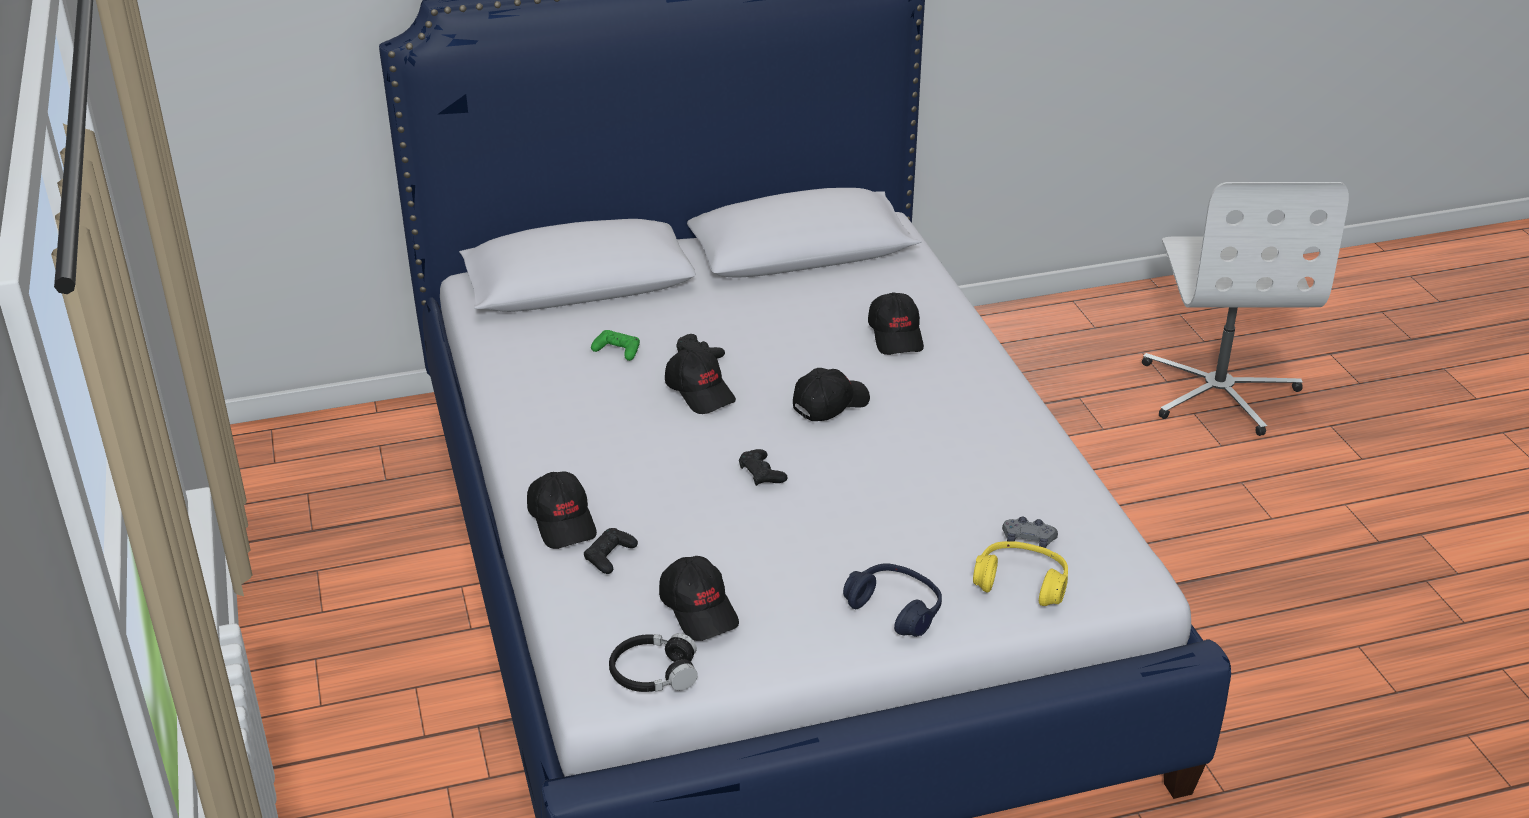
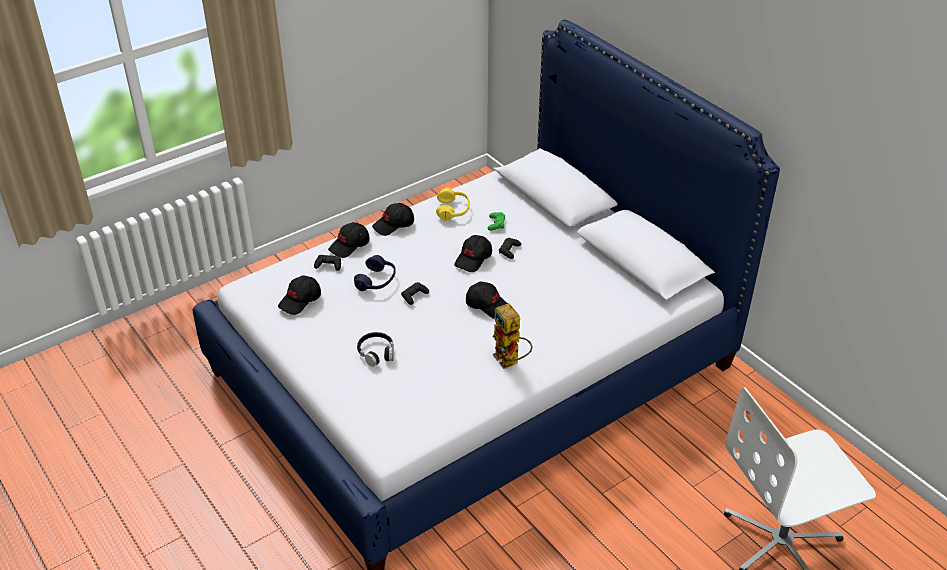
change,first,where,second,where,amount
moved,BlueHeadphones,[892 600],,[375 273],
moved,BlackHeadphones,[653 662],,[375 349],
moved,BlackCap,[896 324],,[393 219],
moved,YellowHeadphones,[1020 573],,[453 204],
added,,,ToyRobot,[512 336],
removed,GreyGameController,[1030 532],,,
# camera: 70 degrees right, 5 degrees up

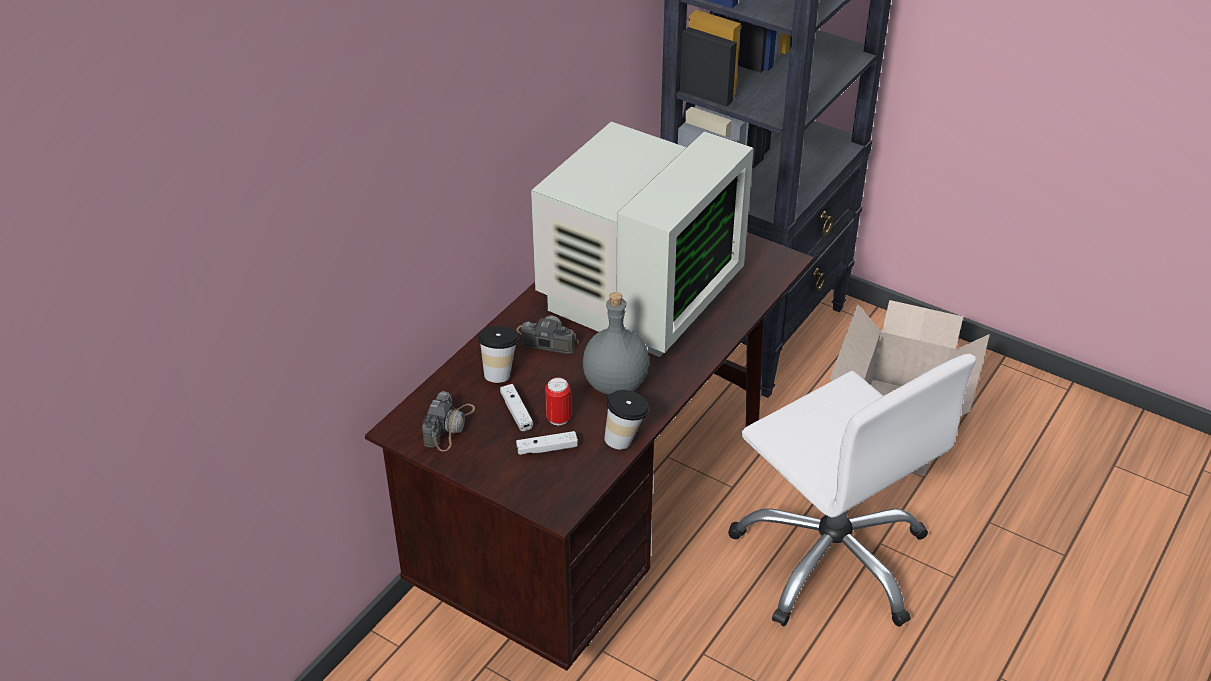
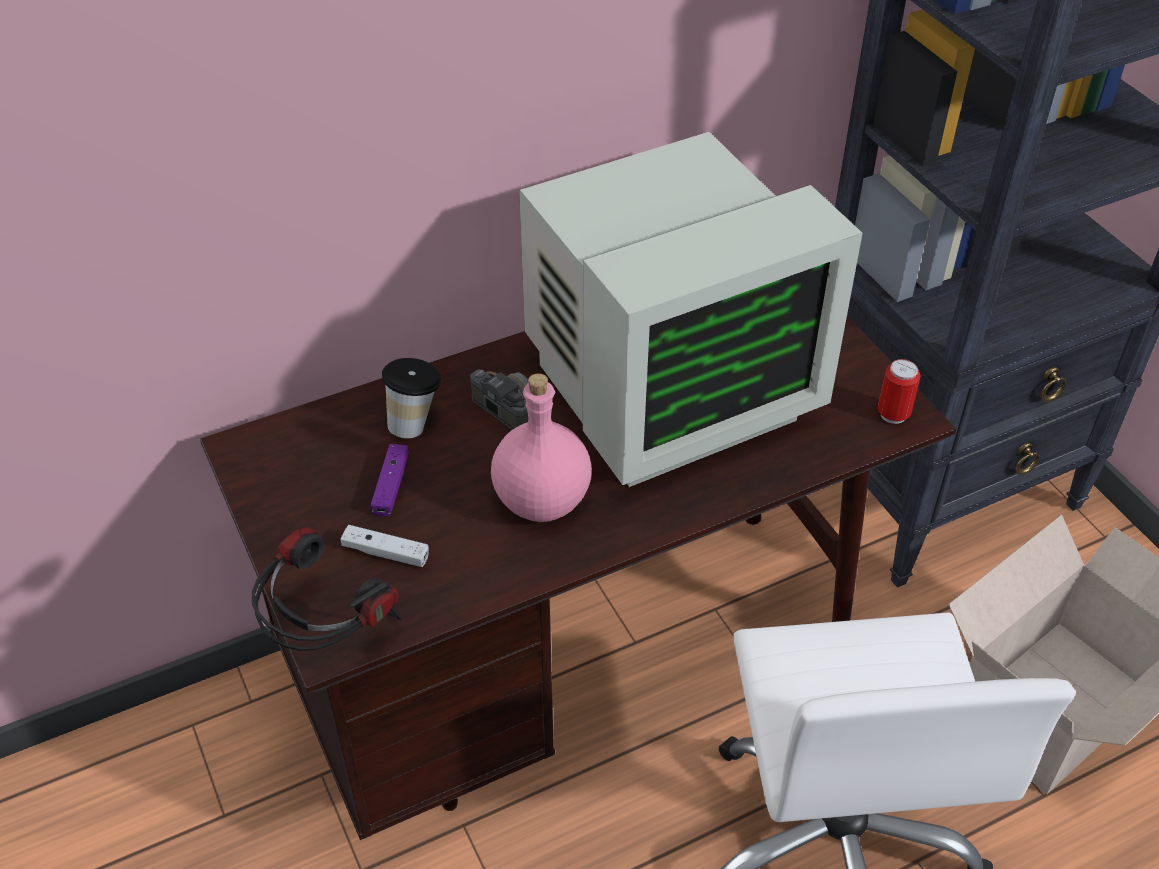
change,first,where,second,where,amount
added,,,Headphones,[327 589],
recoloured,WhiteGameController,[516 407],PurpleGameController,[390 480],
recoloured,GreyBottle,[616 343],PinkBottle,[541 447],
moved,Can,[558 401],,[899 391],
removed,PhotoCamera,[448 421],,,
removed,Cup,[626 420],,,
# camera: 30 degrees right, 5 degrees up

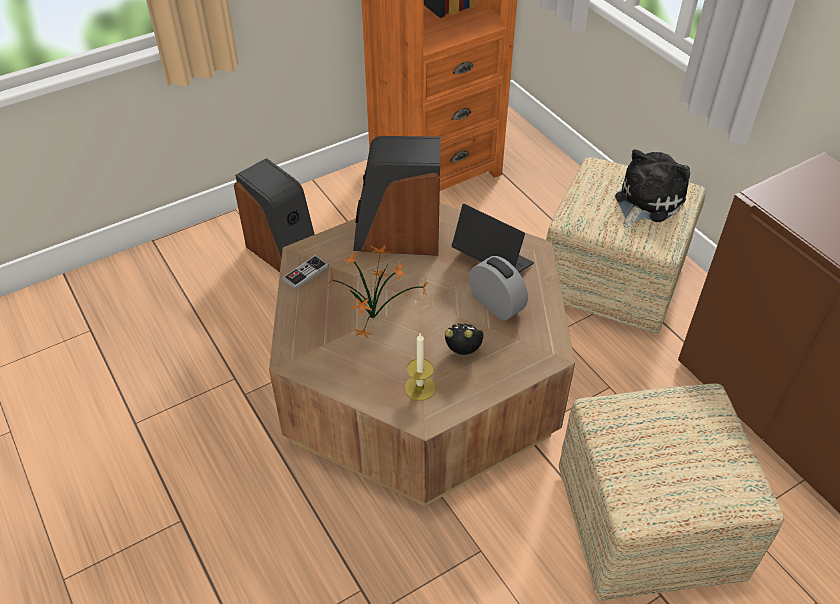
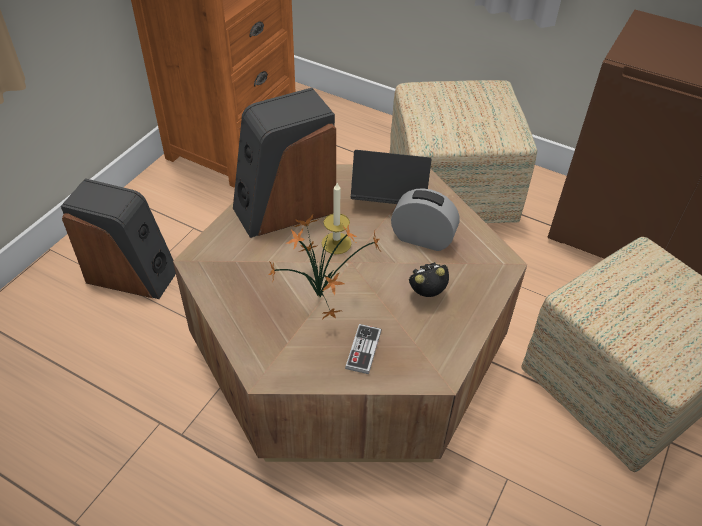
change,first,where,second,where,amount
moved,Candle,[420 367],,[337 218],
moved,GameController,[306 272],,[363 349],
removed,PlushToy,[652 188],,,
# camera: 30 degrees left, 0 degrees up

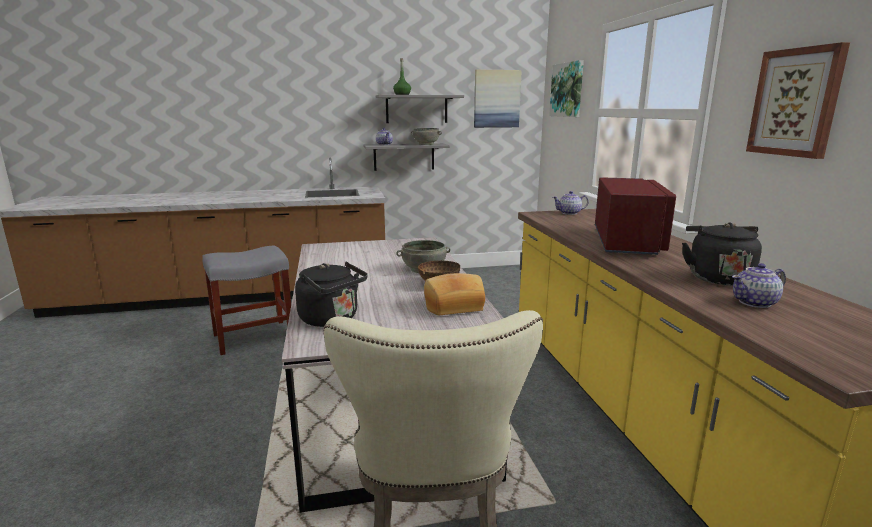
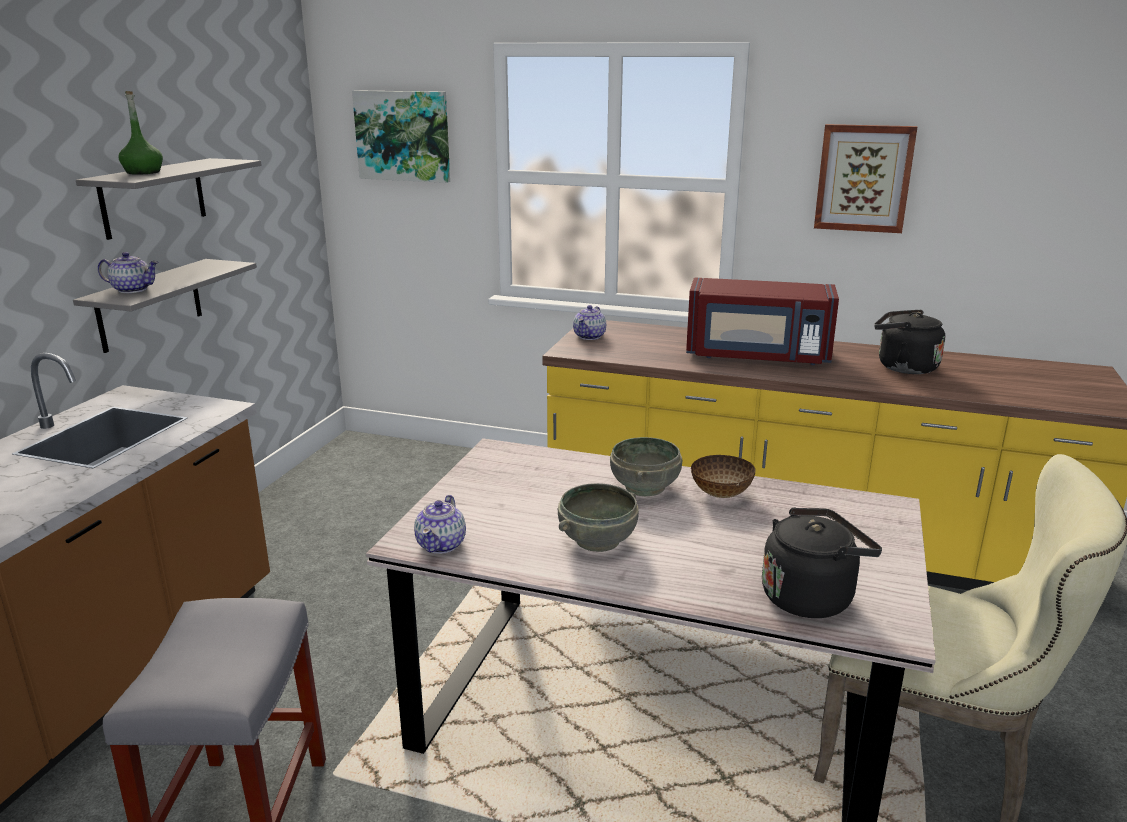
change,first,where,second,where,amount
moved,Teapot,[759 285],,[440 524],
moved,GreyBowl,[426 136],,[598 517],
turned,RedMicrowave,[635 216],,[762 321],150 degrees clockwise
removed,Bread,[454 294],,,
removed,Picture,[498 98],,,
# camera: 60 degrees left, 5 degrees up

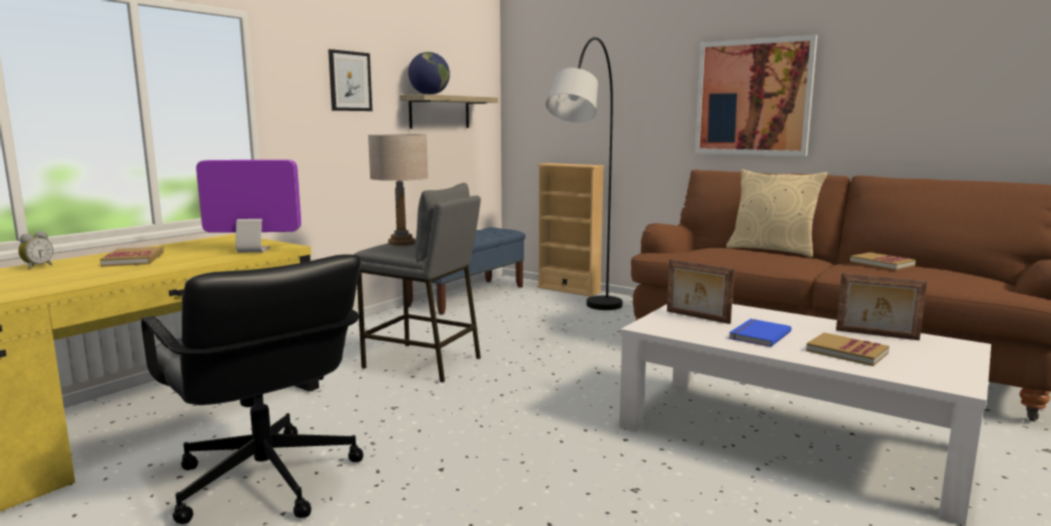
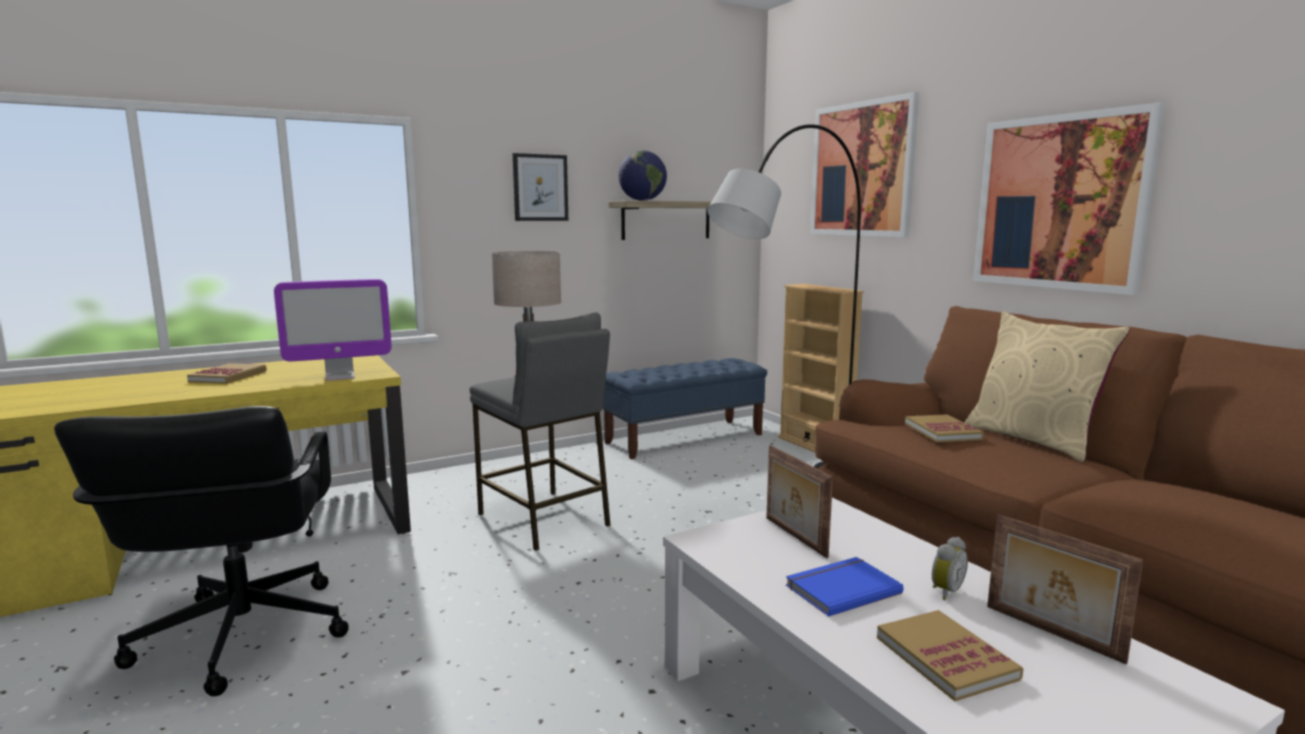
change,first,where,second,where,amount
turned,Monitor,[248 206],,[333 330],135 degrees clockwise
added,,,Picture,[864 164],
moved,Book,[883 261],,[944 428],
moved,AlarmClock,[35 250],,[950 568],
# camera: 25 degrees right, 0 degrees up

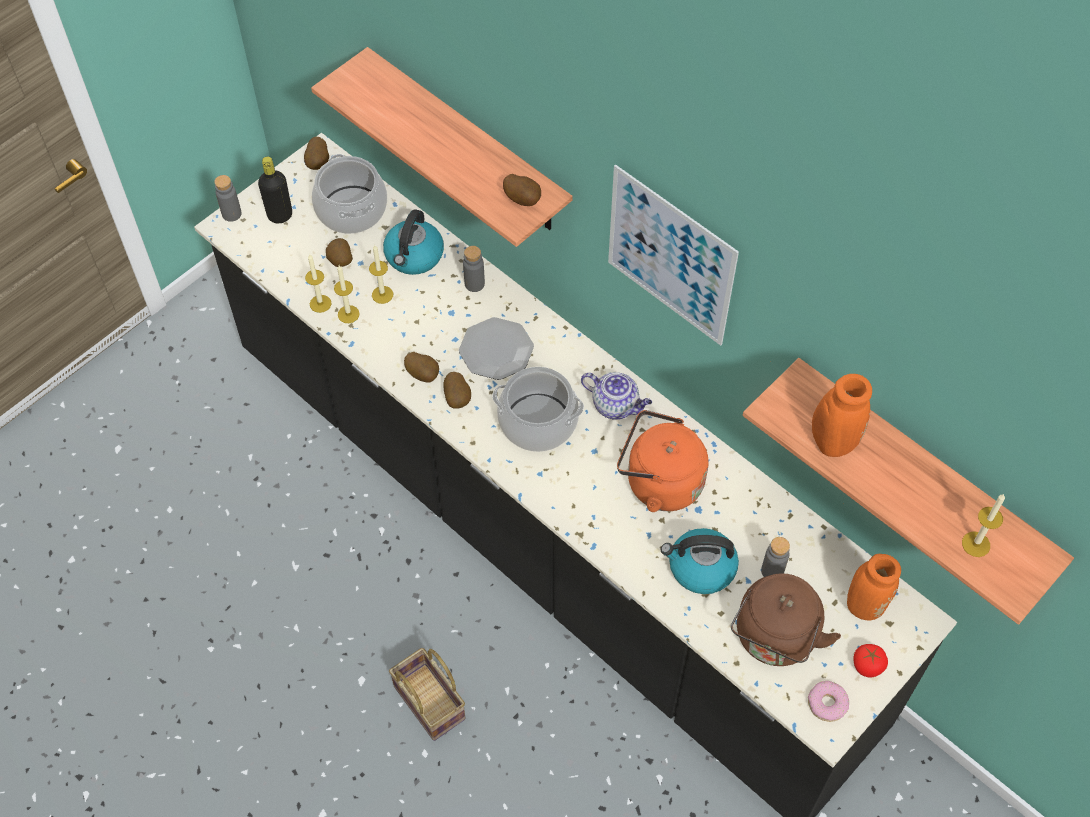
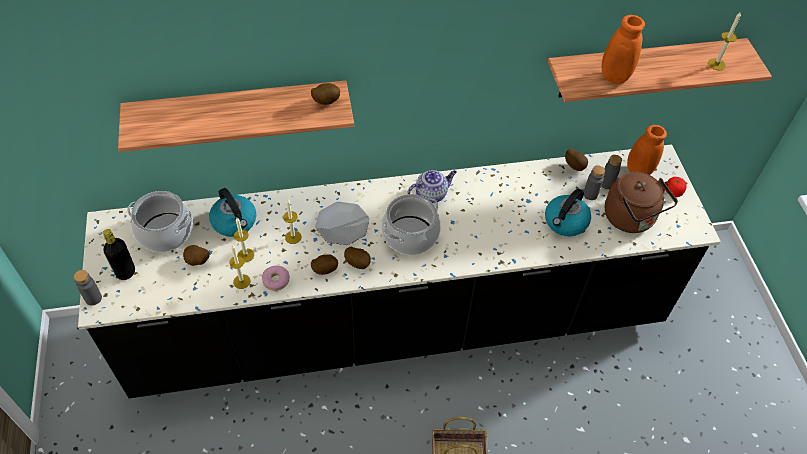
change,first,where,second,where,amount
moved,Donut,[828 701],,[276 278],
moved,Candle,[318 283],,[292 221],
moved,Potato,[316 153],,[576 160],
moved,GreyBottle,[474 269],,[611 172],
removed,Picture,[673 255],,,
removed,OrangeKettle,[663 461],,,
# camera: 55 degrees left, 5 degrees down

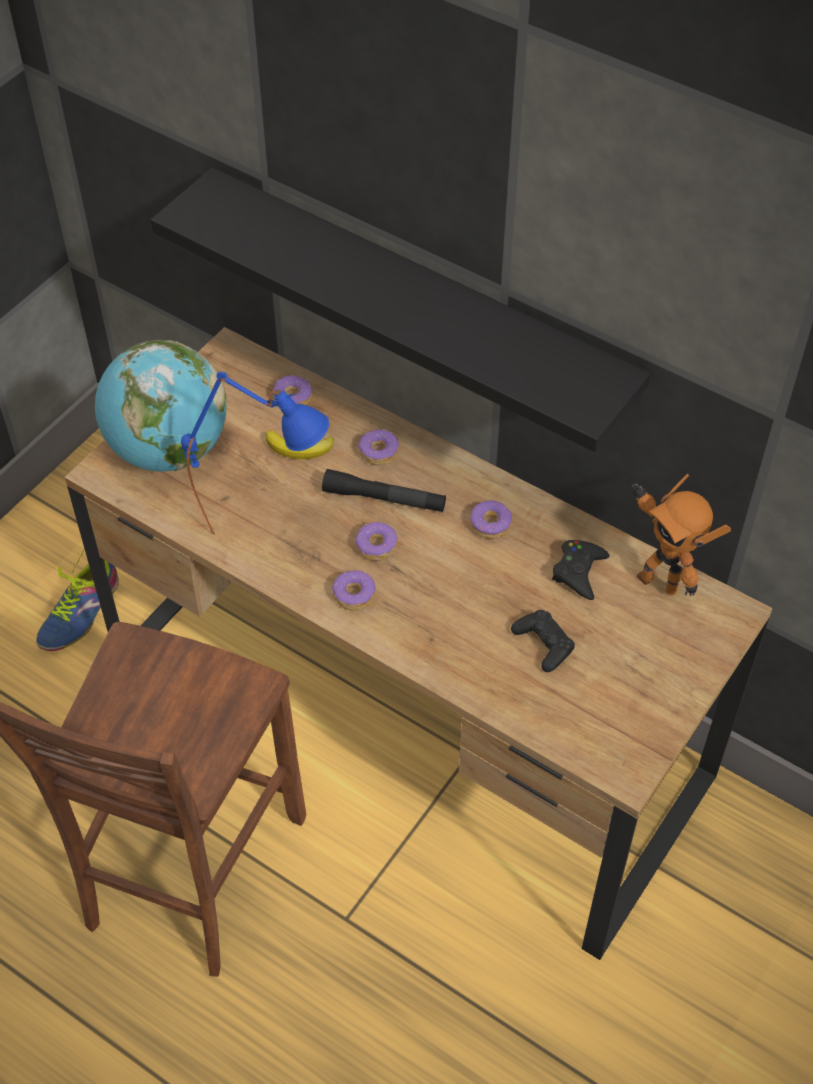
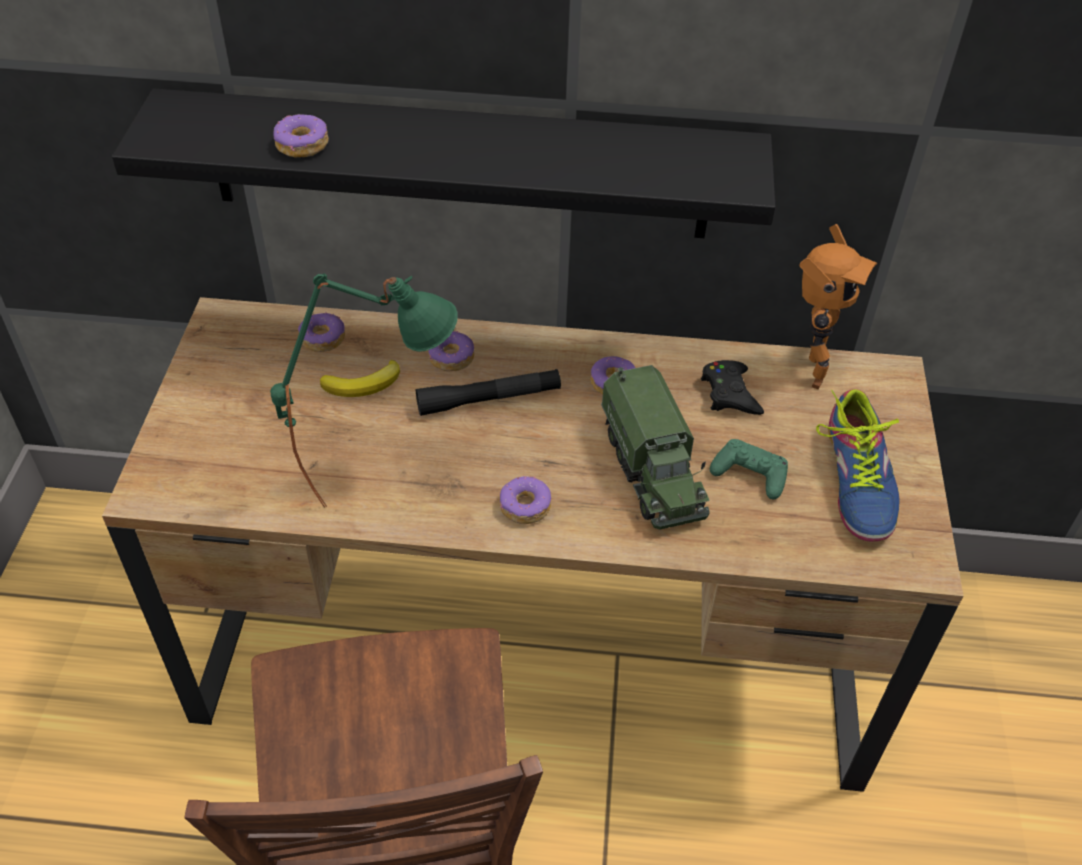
change,first,where,second,where,amount
recoloured,BlueTableLamp,[255 453],GreenTableLamp,[364 390],
moved,Donut,[376 541],,[301 135],
added,,,ToyTruck,[655 447],
recoloured,BlackGameController,[543 641],GreenGameController,[749 469],
turned,ToyRobot,[681 535],,[838 307],90 degrees counterclockwise
moved,Shoe,[77 600],,[858 465],
removed,Globe,[160 406],,,
# camera: 30 degrees left, 5 degrees down

